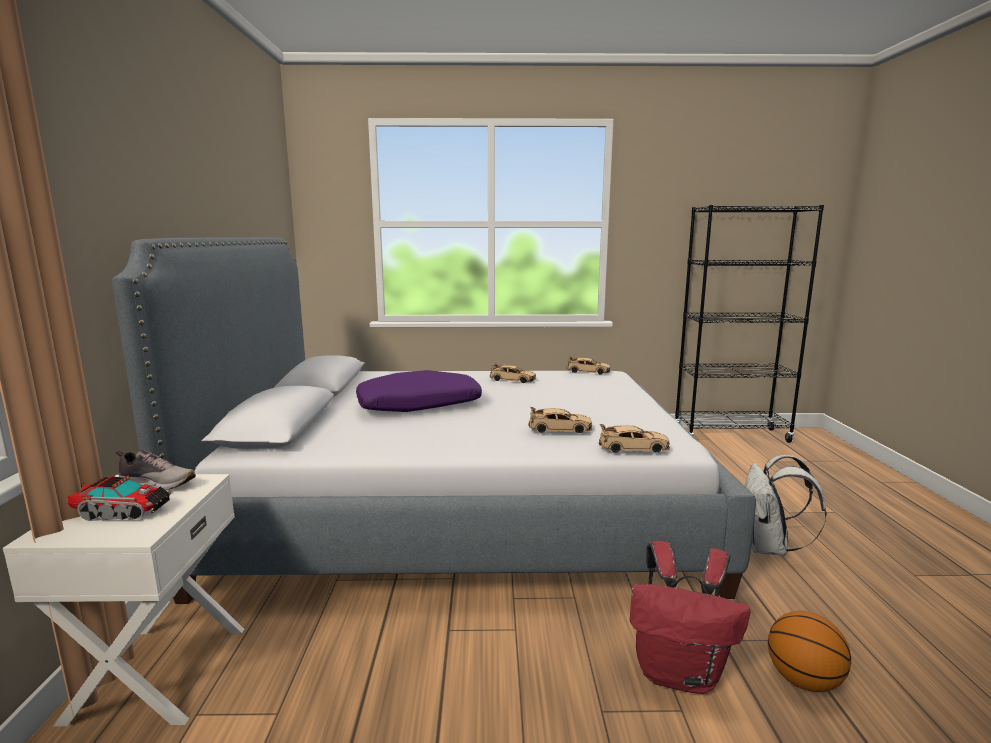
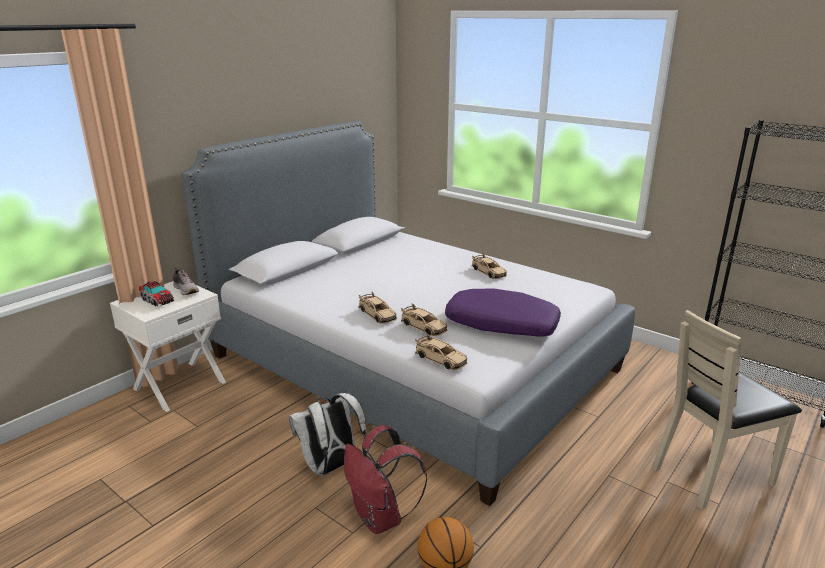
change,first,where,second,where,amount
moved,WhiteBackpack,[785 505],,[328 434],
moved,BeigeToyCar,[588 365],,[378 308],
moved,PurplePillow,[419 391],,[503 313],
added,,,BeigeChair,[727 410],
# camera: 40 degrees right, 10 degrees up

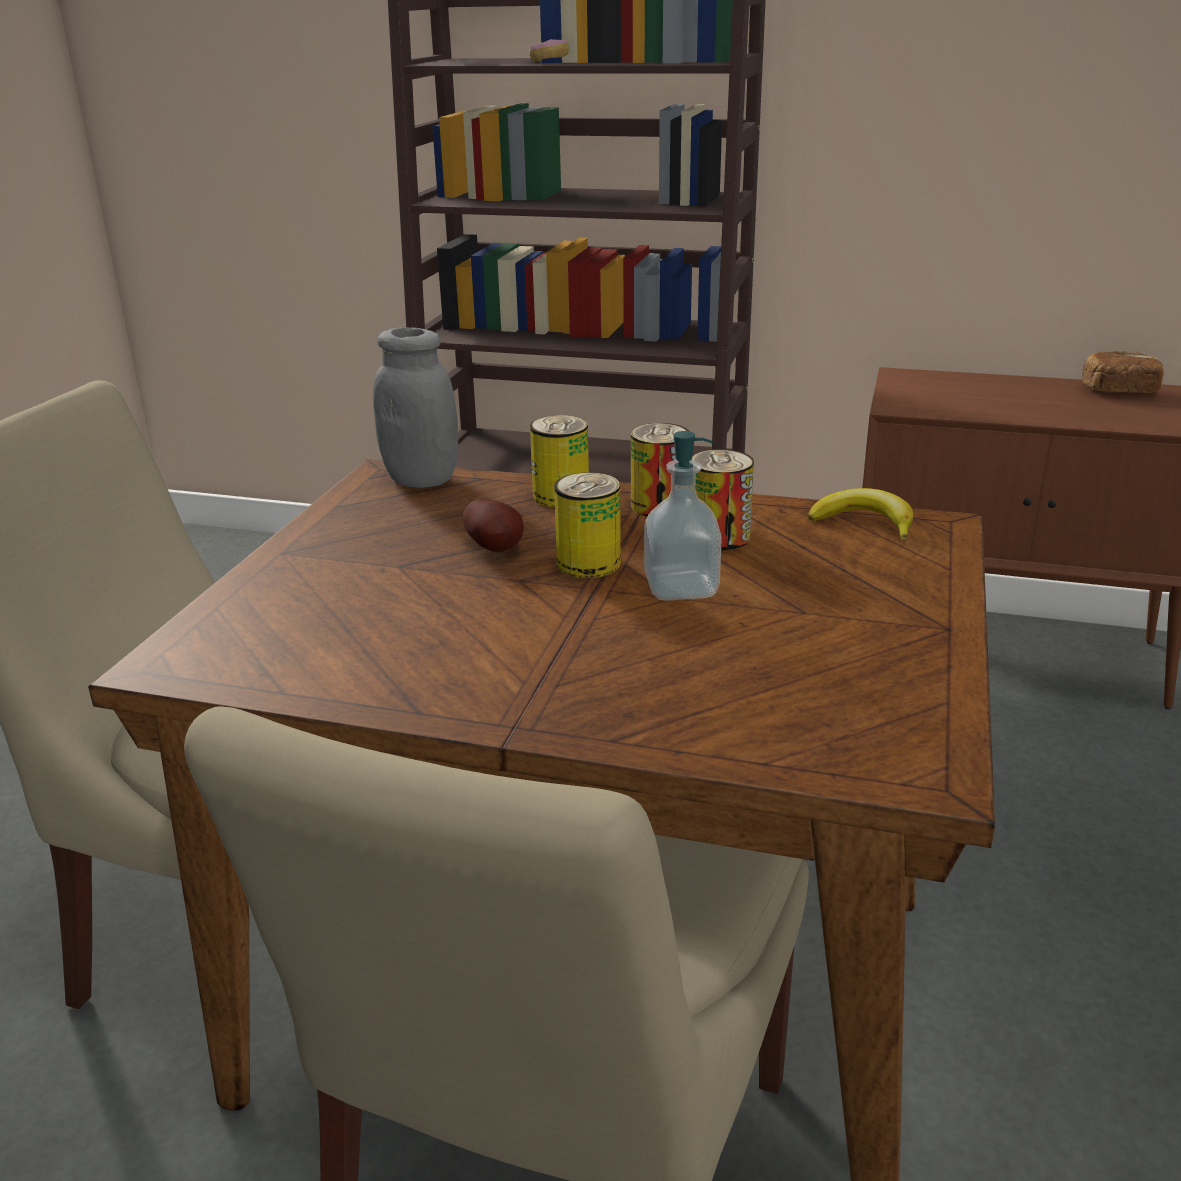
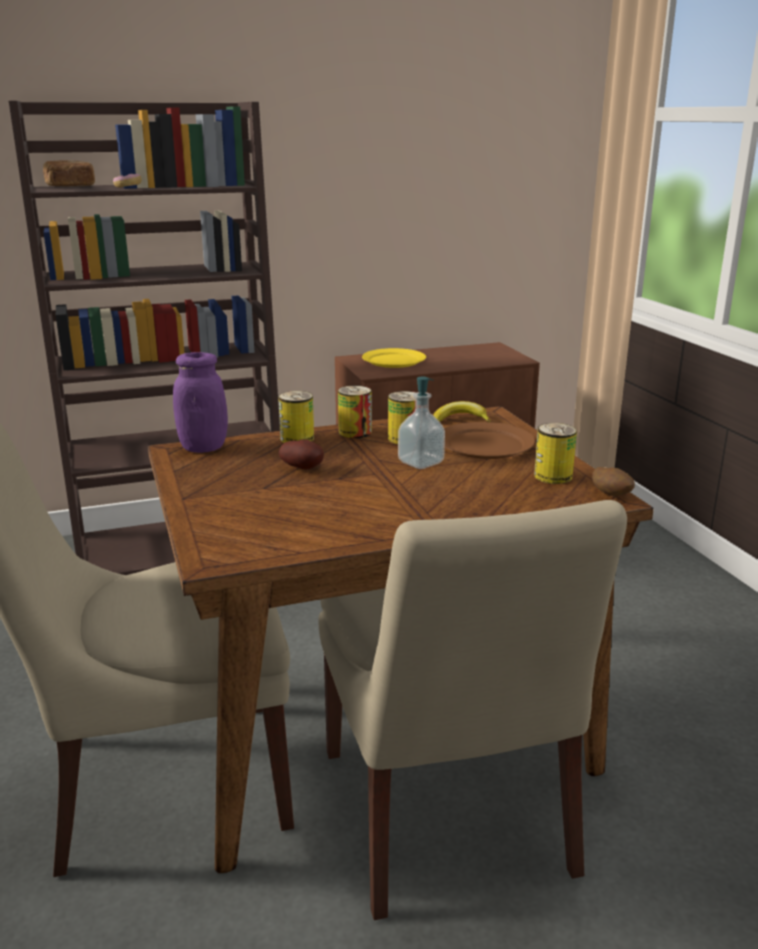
change,first,where,second,where,amount
moved,Bread,[1123 372],,[69 173],
recoloured,GreyJar,[415 407],PurpleJar,[200 402],
added,,,YellowPlate,[394 358],
added,,,BrownPlate,[489 440],
moved,Can,[587 525],,[555 453],
added,,,Potato,[613 481],
# camera: 35 degrees left, 5 degrees down

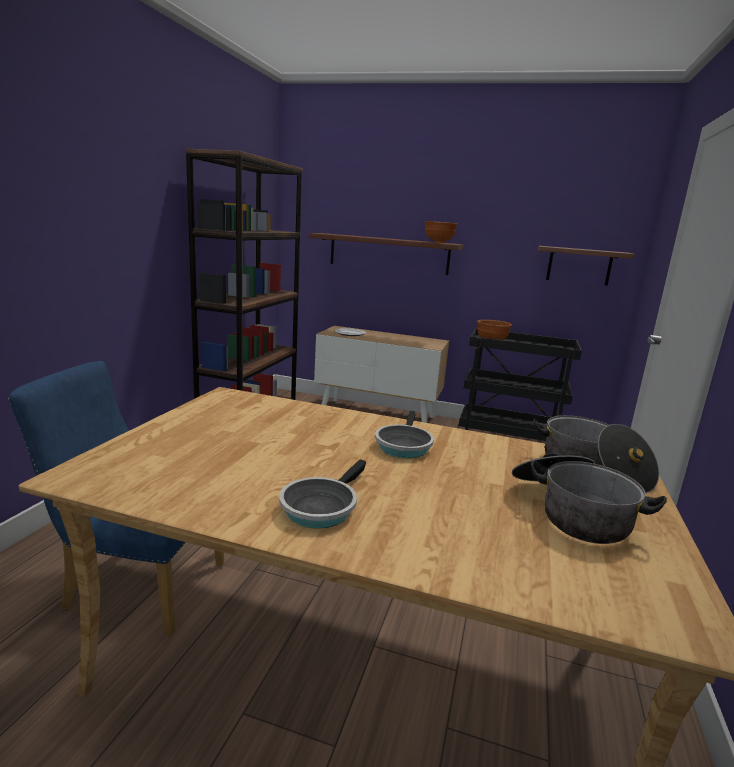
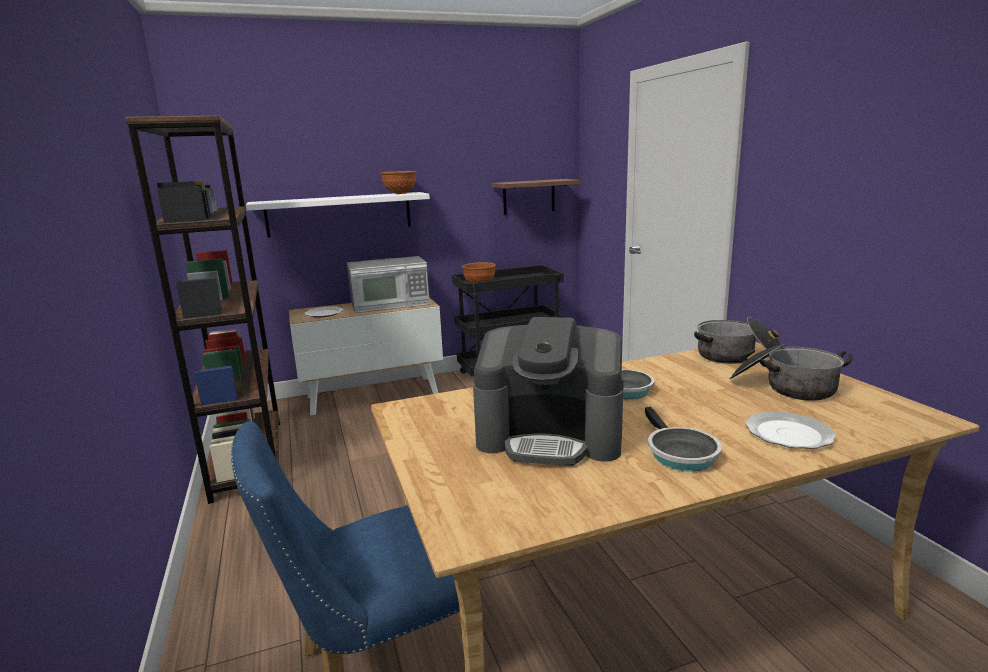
change,first,where,second,where,amount
recoloured,BrownShelf,[386 254],WhiteShelf,[338 214],
added,,,Microwave,[388 284],
added,,,CoffeeMachine,[548 391],
added,,,Plate,[791 430],
# camera: 35 degrees left, 0 degrees up

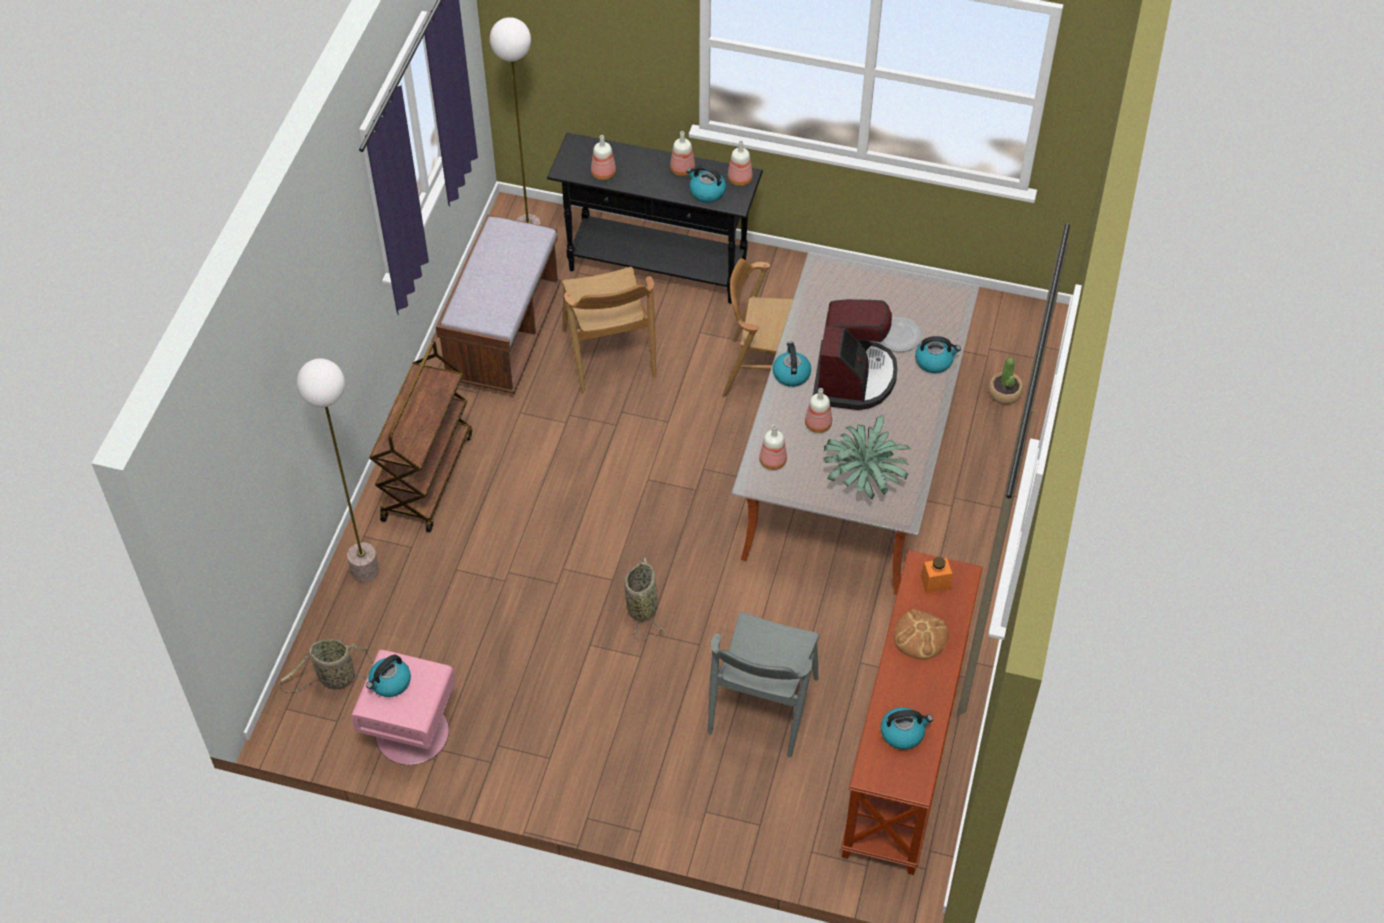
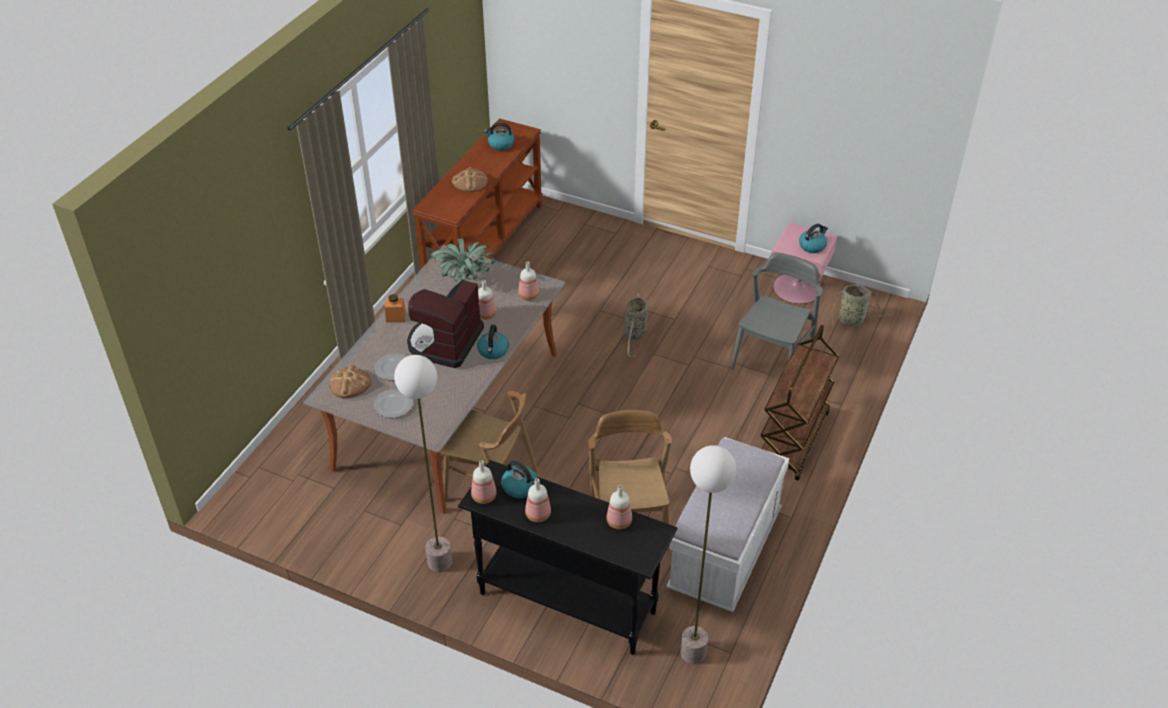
change,first,where,second,where,amount
added,,,Bread,[350 381],
added,,,Plate,[394 403],
moved,OrangeJar,[936 575],,[395 308],
moved,FloorLamp,[337 470],,[423 463],
recoloured,BrownBench,[498 304],WhiteBench,[728 524],
moved,GreyChair,[763 685],,[777 311],
removed,Kettle,[938 354],,,
removed,PottedPlant,[1005 381],,,
# camera: 170 degrees left, 10 degrees down

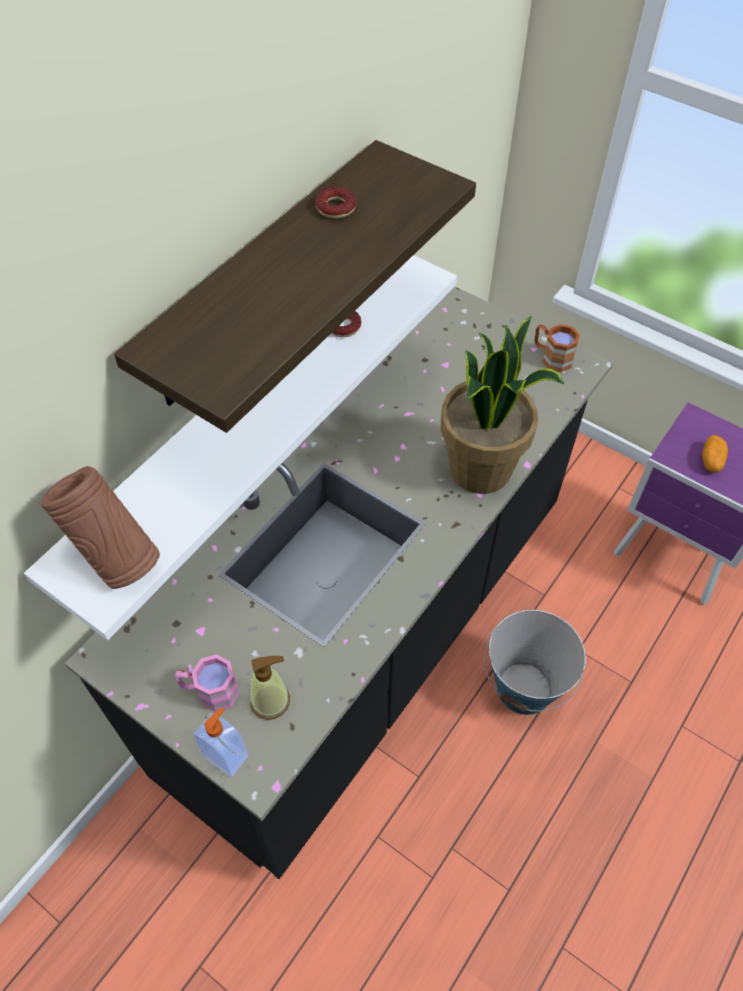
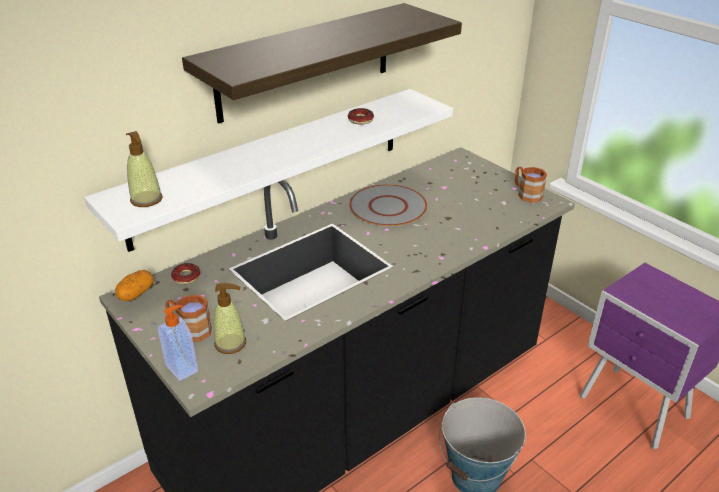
change,first,where,second,where,amount
moved,Potato,[715 454],,[134 285],
replaced,BrownVase,[100 527],SoapDispenser,[144 169],
recoloured,PinkMug,[207 683],BrownMug,[188 318],
moved,Donut,[336 202],,[185 273],
added,,,GreyPlate,[388 205],
removed,PottedPlant,[502 405],,,
# camera: 15 degrees right, 20 degrees down

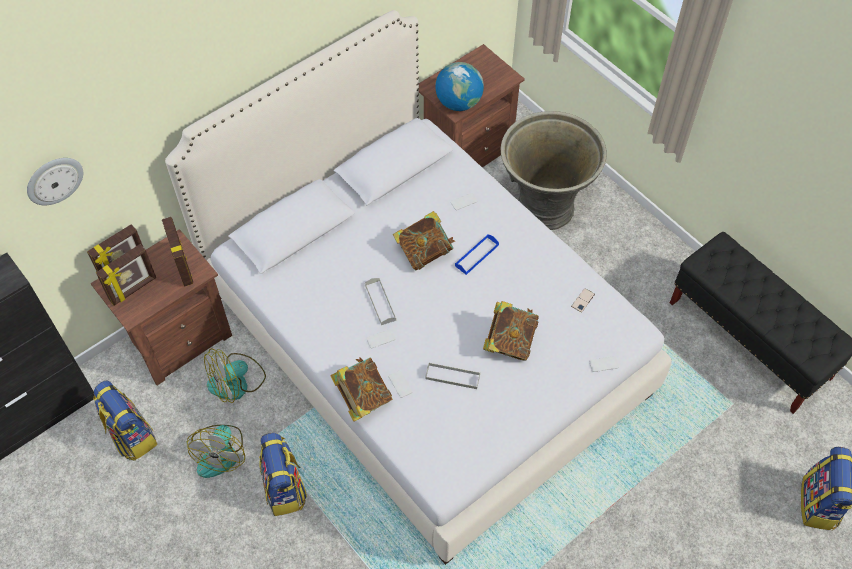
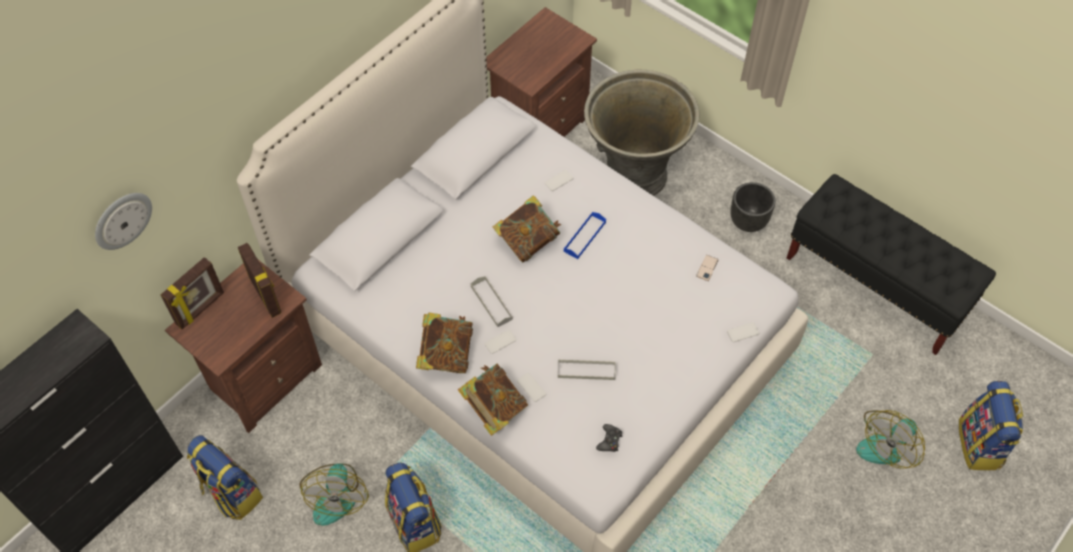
change,first,where,second,where,amount
moved,Book,[511 331],,[444 343],
added,,,BlackGameController,[609 438],
added,,,BlackPlanter,[753 207],
moved,Fan,[235 375],,[890 439],
removed,PictureFrame,[126 275],,,
removed,Globe,[459 86],,,
# camera: 10 degrees left, 0 degrees up

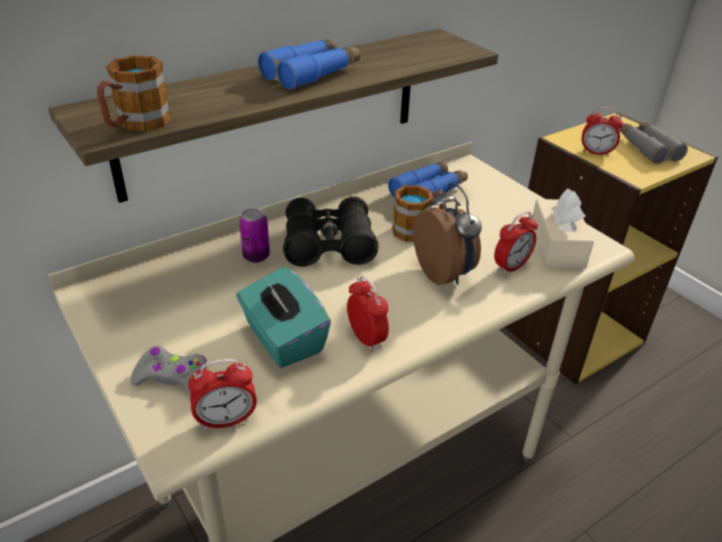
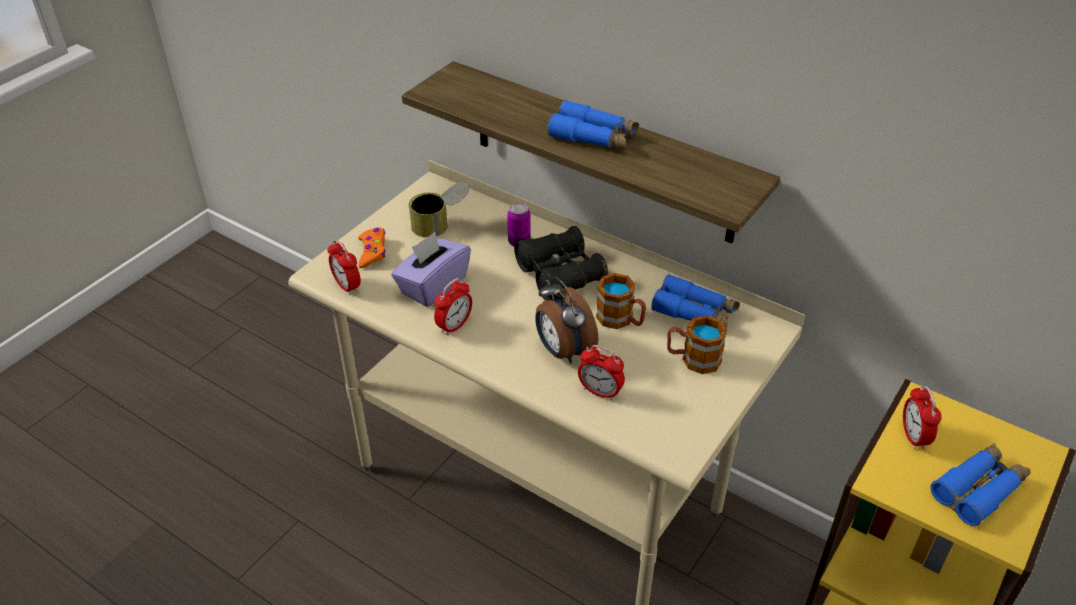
change,first,where,second,where,amount
recoloured,GreyGameController,[168 370],OrangeGameController,[372 247],
recoloured,TurquoiseTissueBox,[283 317],PurpleTissueBox,[431 269],
added,,,Can,[439 210],
turned,AlarmClock,[447 233],,[566 320],105 degrees clockwise
moved,Mug,[134 93],,[697 344],
recoloured,GreyBinoculars,[653 143],BlueBinoculars,[980 485],
removed,BeigeTissueBox,[563 228],,,
# camera: 70 degrees right, 5 degrees up

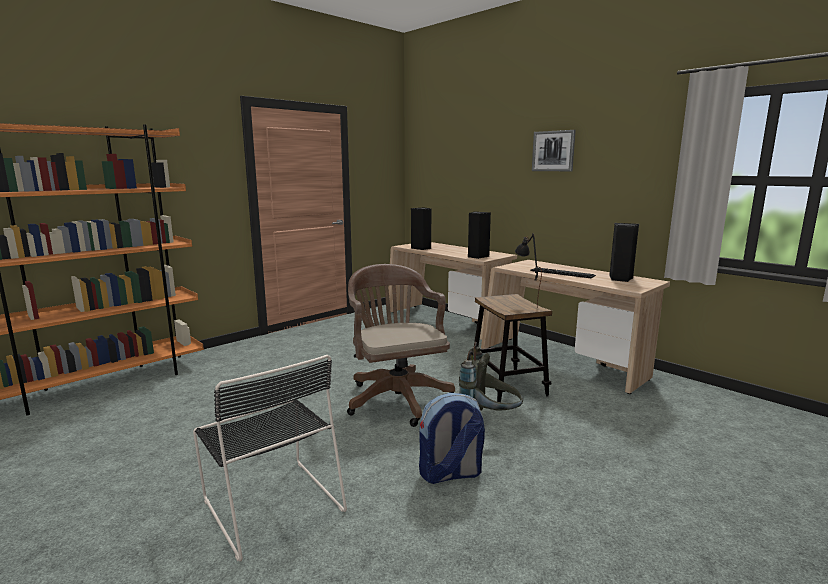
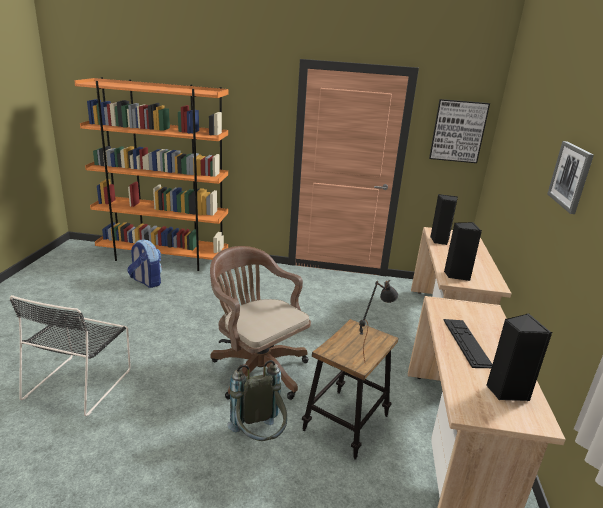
change,first,where,second,where,amount
moved,Backpack,[452 438],,[144 264],
turned,BrownOfficeChair,[401 345],,[260 323],75 degrees counterclockwise
added,,,Picture,[459 131],
# camera: 50 degrees right, 10 degrees up

